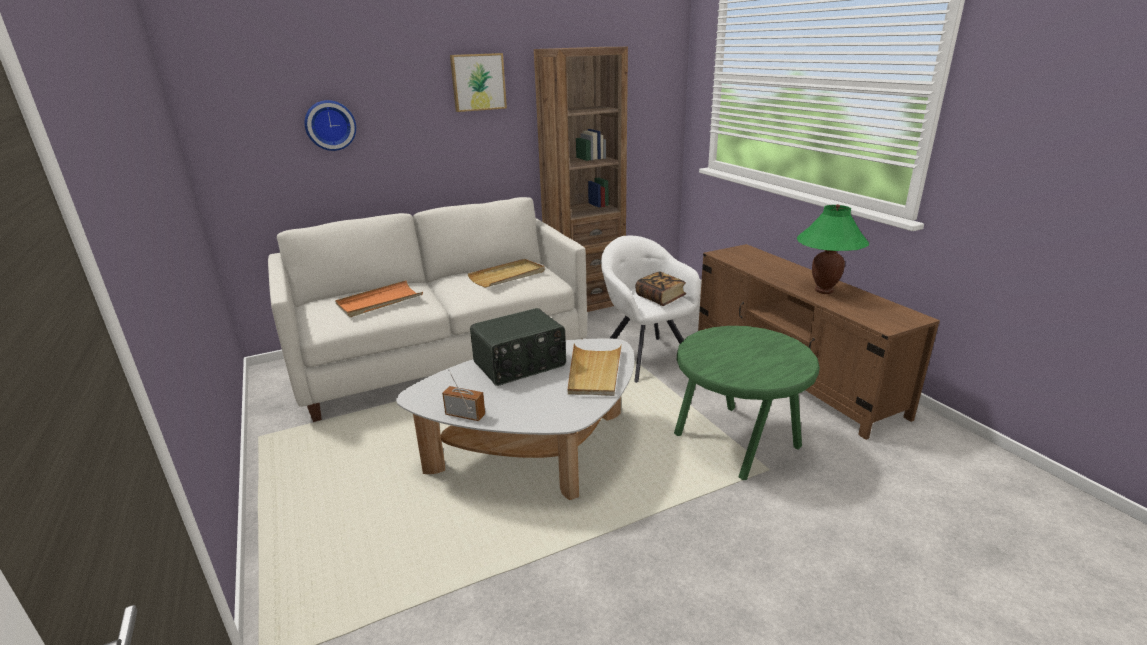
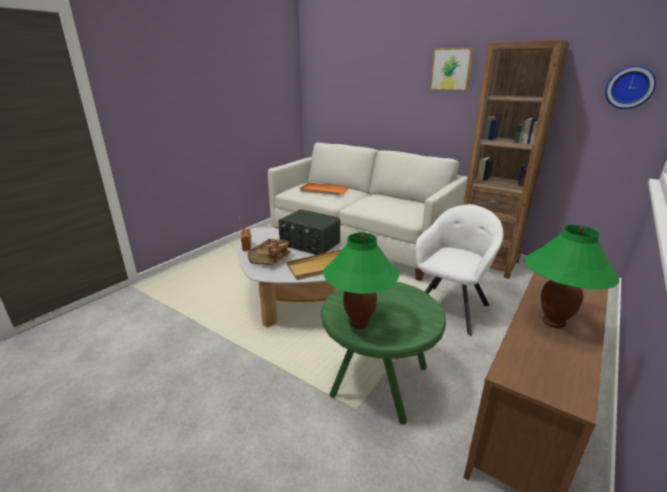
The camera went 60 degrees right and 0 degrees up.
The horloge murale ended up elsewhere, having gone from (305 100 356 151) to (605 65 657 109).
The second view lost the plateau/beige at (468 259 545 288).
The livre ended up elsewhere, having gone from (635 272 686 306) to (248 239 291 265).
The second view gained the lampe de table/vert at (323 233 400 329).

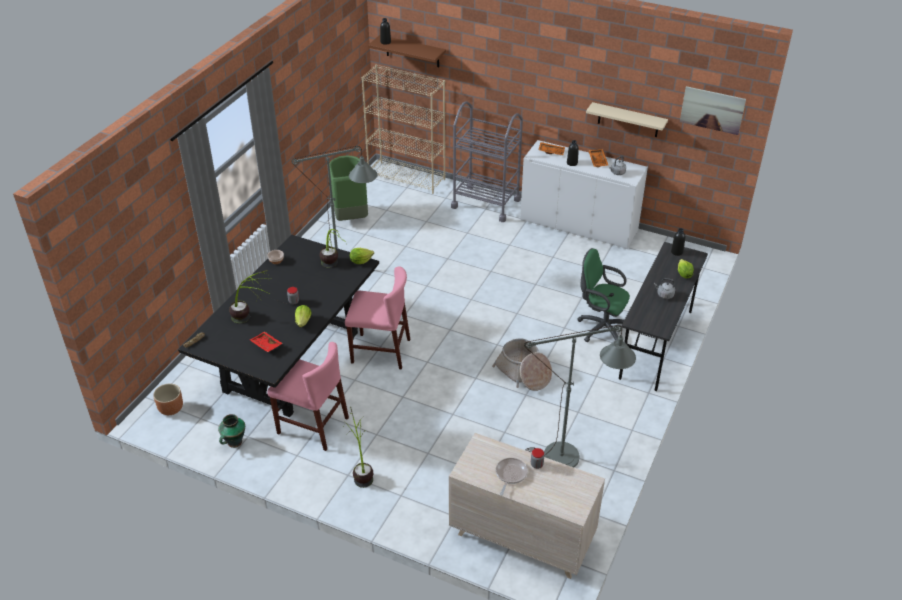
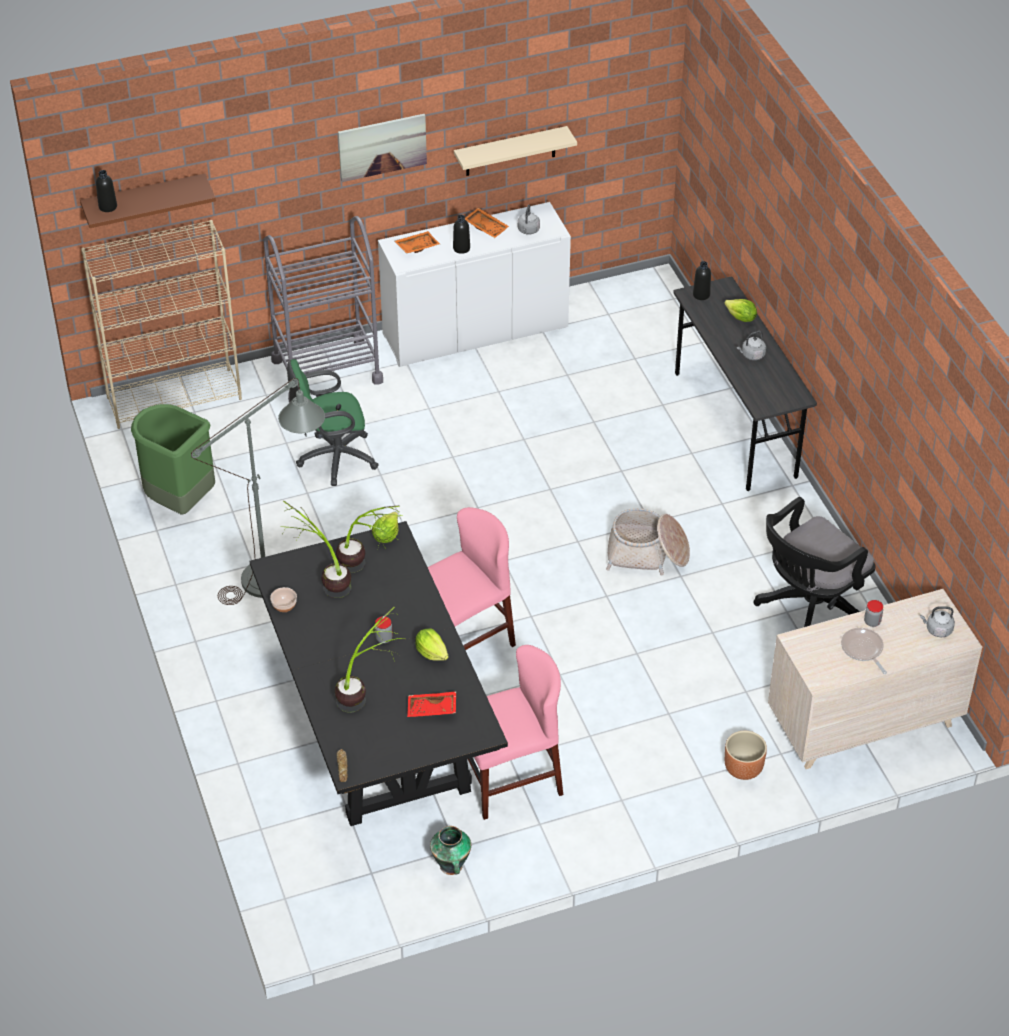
The camera went 45 degrees left and 5 degrees up.
The cache-pot/marron ended up elsewhere, having gone from (153 383 183 415) to (725 731 767 780).
The plante en pot ended up elsewhere, having gone from (343 406 373 488) to (280 501 351 598).
Where the lampadaire/gris stood at (524 325 636 467), the chaise de bureau/noir came to stand at (753 497 876 627).
The chaise de bureau/vert ended up elsewhere, having gone from (577 248 630 342) to (287 359 379 486).
The tableau ended up elsewhere, having gone from (680 86 746 135) to (338 114 427 182).
The second view gained the bouilloire/gris at (920 606 955 637).

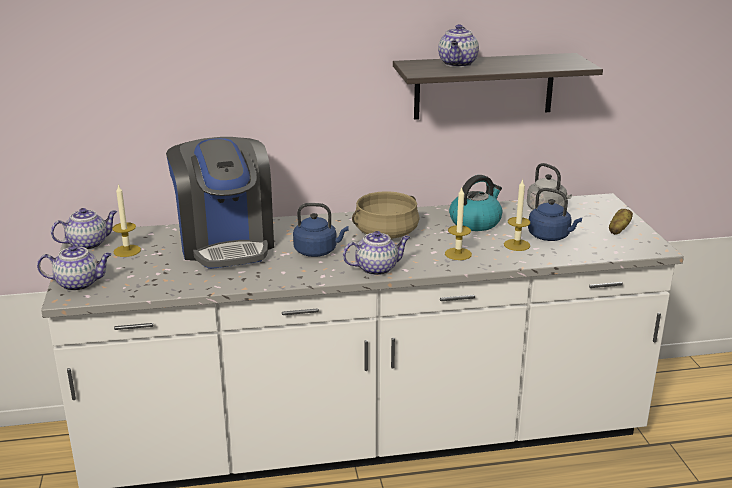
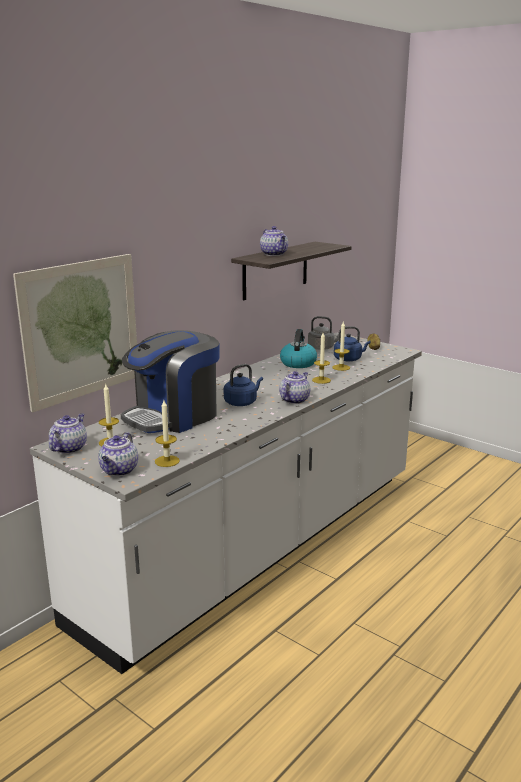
The camera went 40 degrees left and 5 degrees down.
The théière at (37 245 112 291) ended up facing another way, 150 degrees clockwise from before.
The machine à café at (166 137 274 269) ended up facing another way, 105 degrees clockwise from before.
The second view lost the marmite/beige at (352 191 420 239).
The second view gained the tableau at (13 254 137 412).
The second view gained the bougie at (155 400 180 467).

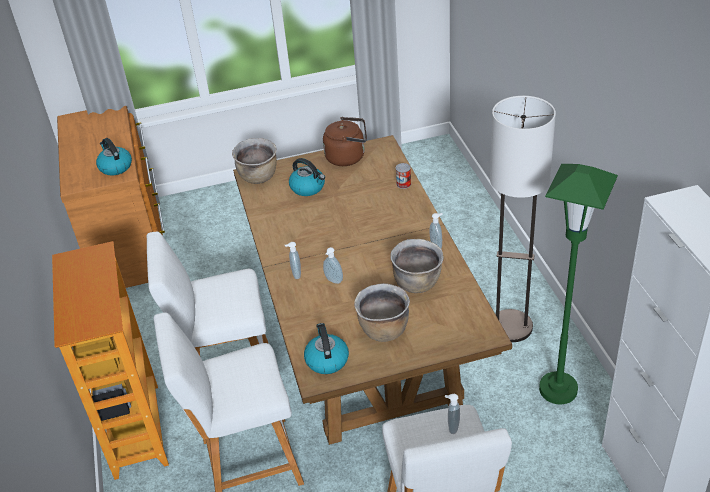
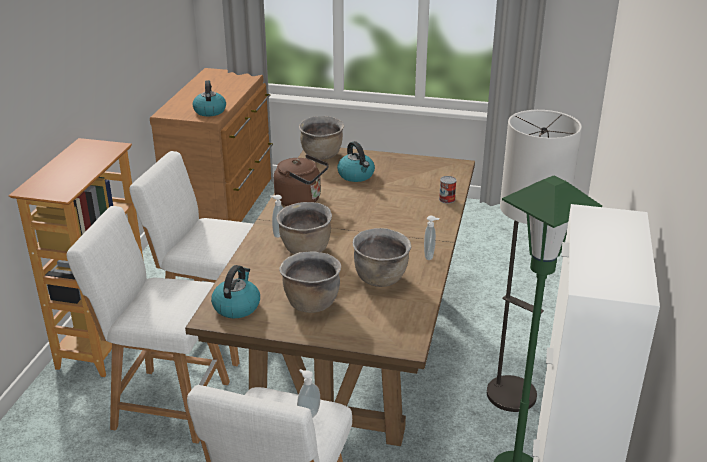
The camera went 25 degrees right and 10 degrees down.
The bouilloire/marron ended up elsewhere, having gone from (323 117 367 166) to (274 154 329 206).
Where the distributeur de savon stood at (323 247 343 284), the marmite/marron came to stand at (276 202 332 254).

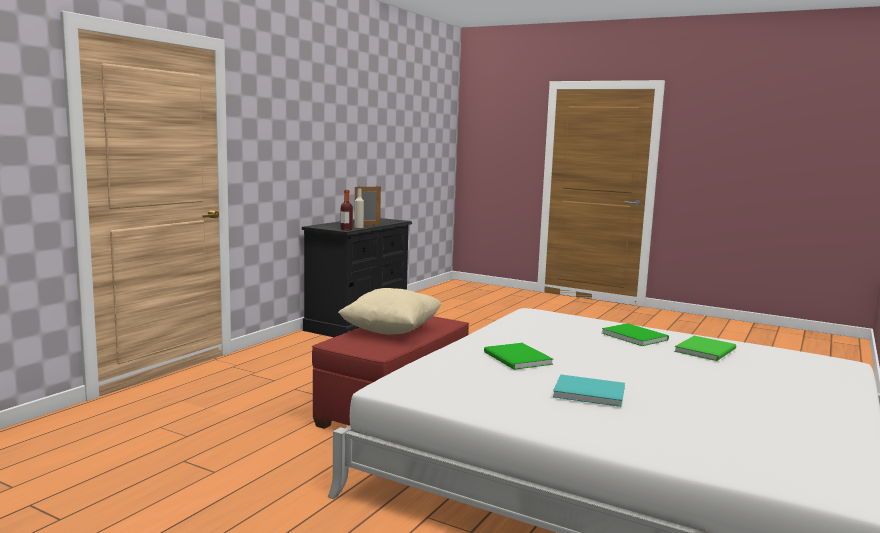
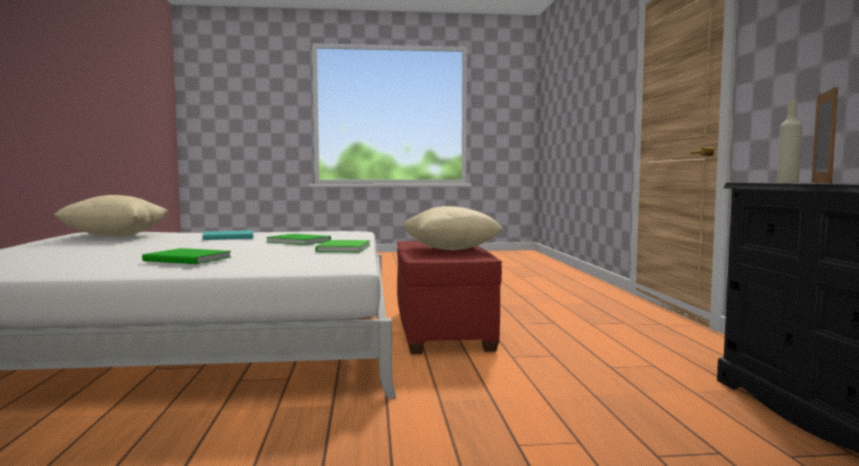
The camera went 145 degrees right and 5 degrees down.
The second view lost the bouteille at (340 190 353 230).
The livre/vert ended up elsewhere, having gone from (674 336 736 361) to (315 240 370 252).
The second view gained the coussin/beige at (54 195 168 237).

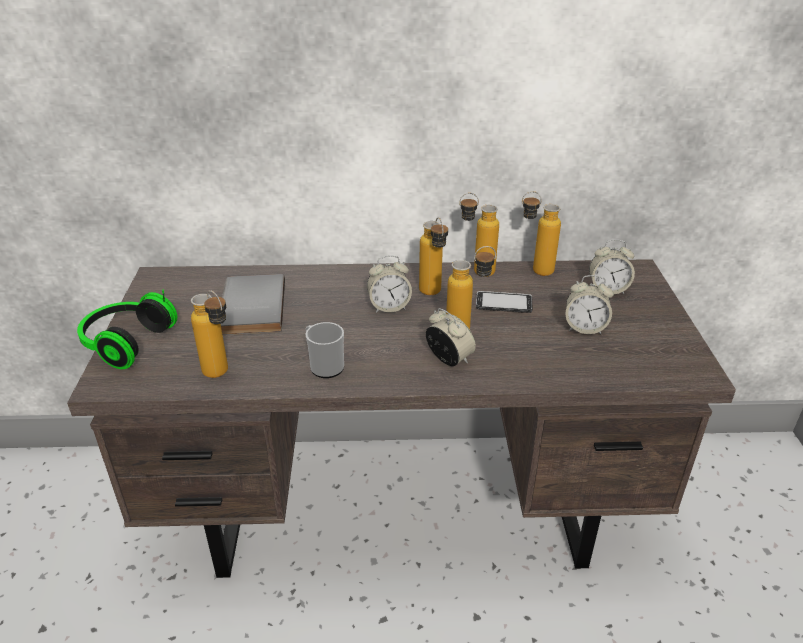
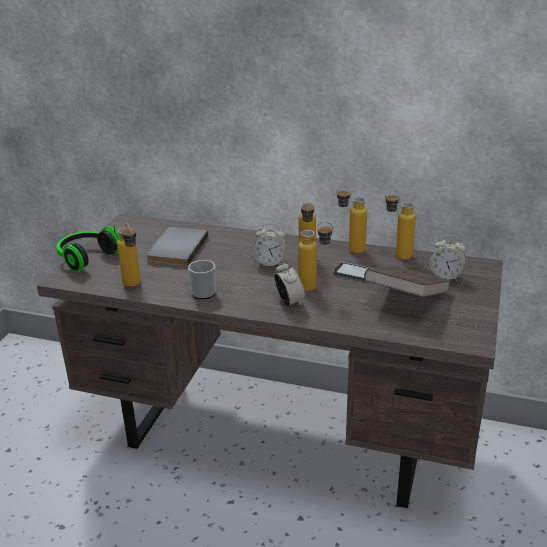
The camera went 20 degrees right and 5 degrees down.
Where the réveil stood at (566 275 614 335), the livre/marron came to stand at (364 266 451 297).

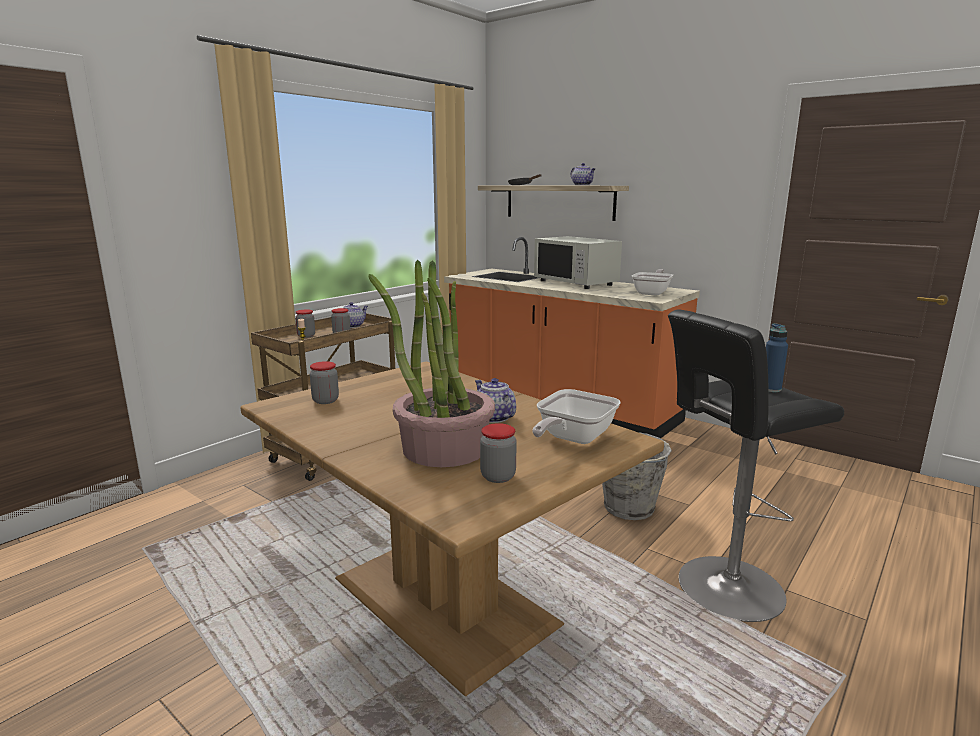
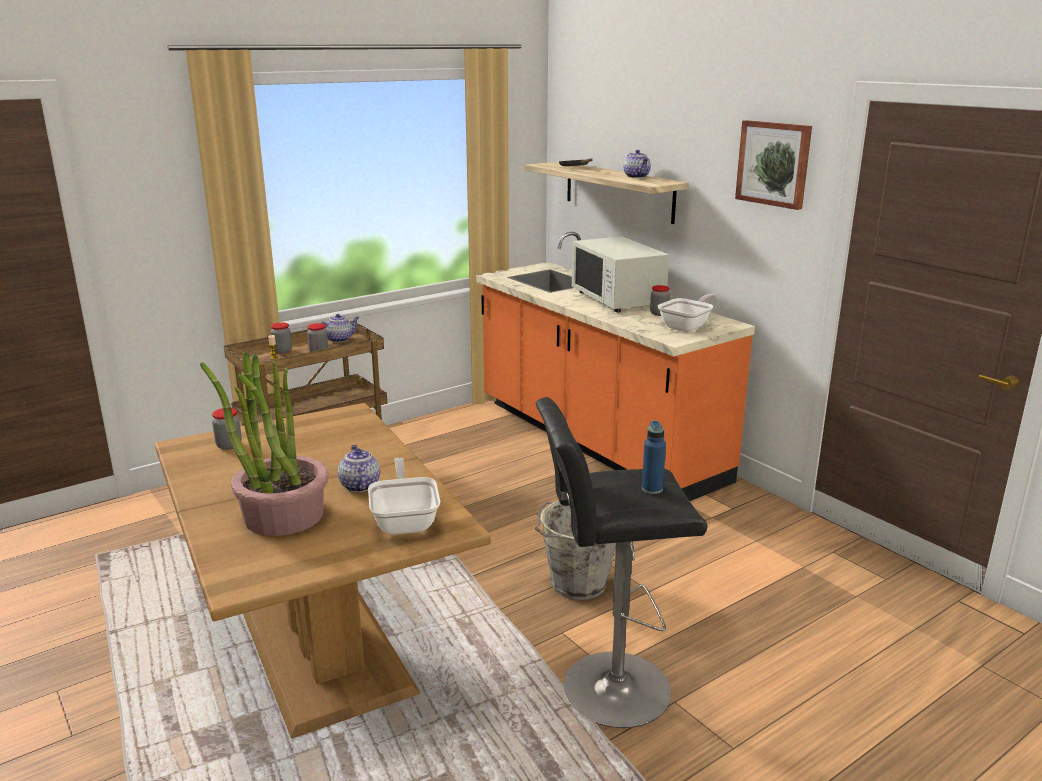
The camera went 15 degrees right and 5 degrees up.
The bocal ended up elsewhere, having gone from (480 423 517 483) to (650 285 670 316).
The poêle at (532 389 621 444) ended up facing another way, 120 degrees clockwise from before.
The second view gained the tableau at (735 120 812 210).

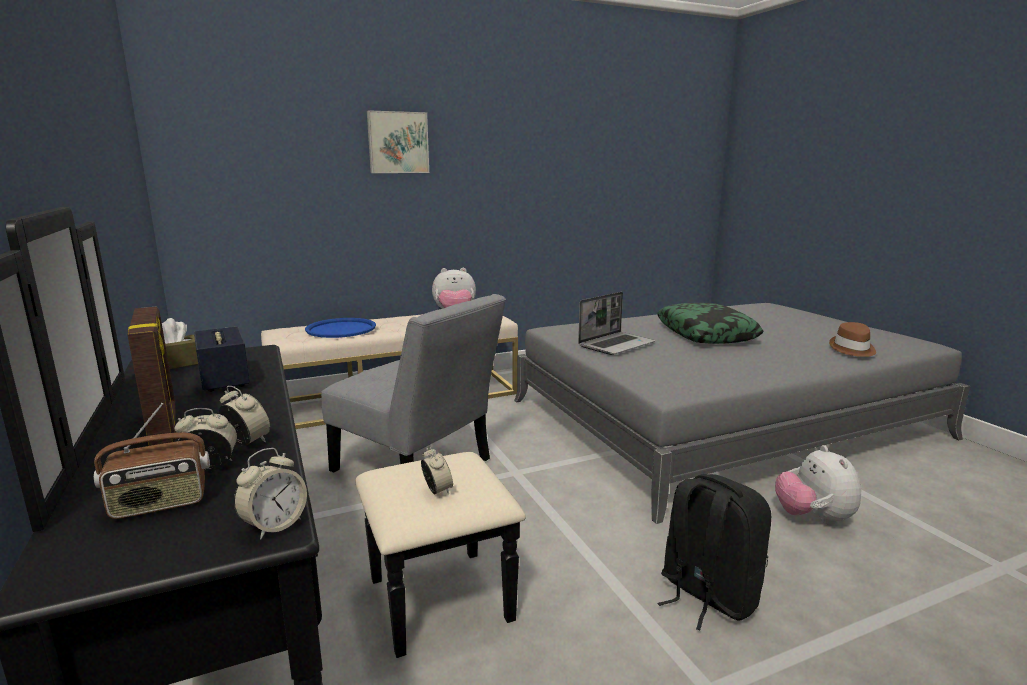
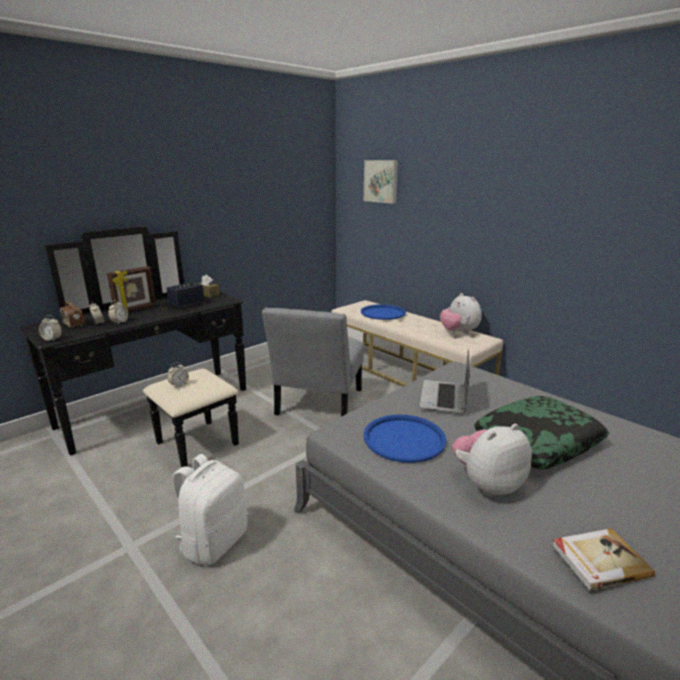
The camera went 70 degrees right and 5 degrees up.
The tableau ended up elsewhere, having gone from (367 110 429 173) to (364 160 398 204).
The ordinateur portable at (578 292 655 355) ended up facing another way, 75 degrees clockwise from before.
What was the sac à dos/noir at (657 474 771 630) turned into the sac à dos/blanc at (172 454 247 565).
The peluche ended up elsewhere, having gone from (775 445 861 525) to (452 424 532 496).
Where the chapeau/marron stood at (829 322 876 357), the livre came to stand at (552 528 655 591).
The second view gained the plateau/bleu at (363 414 446 463).

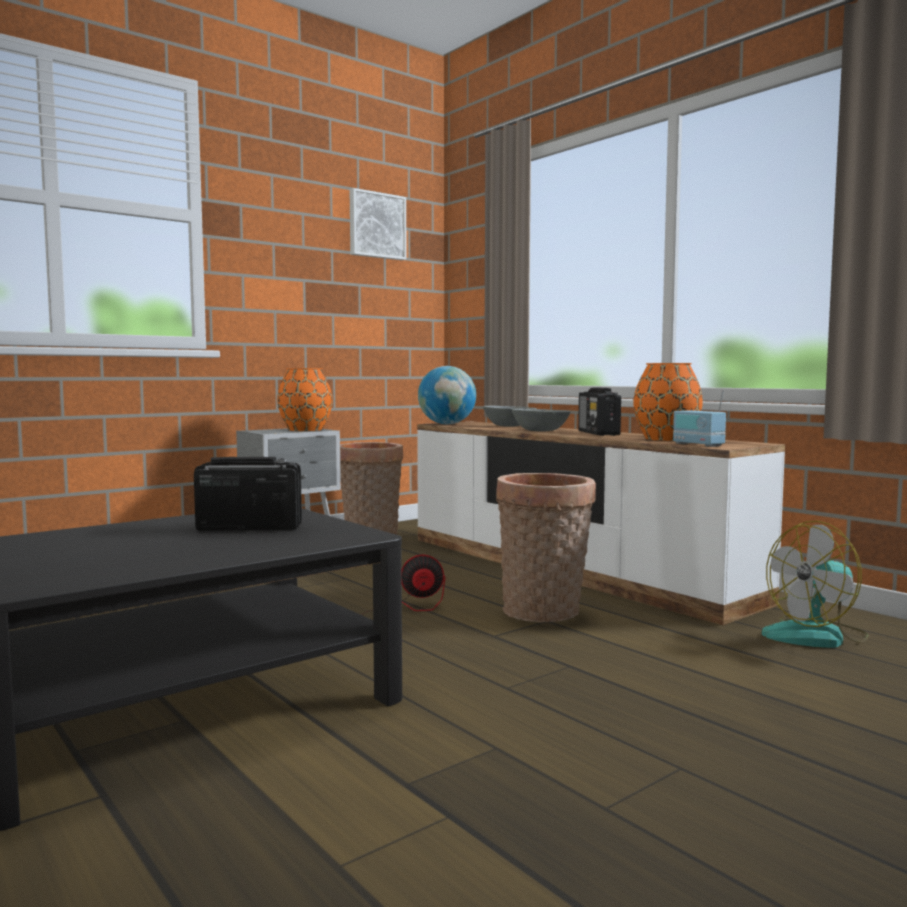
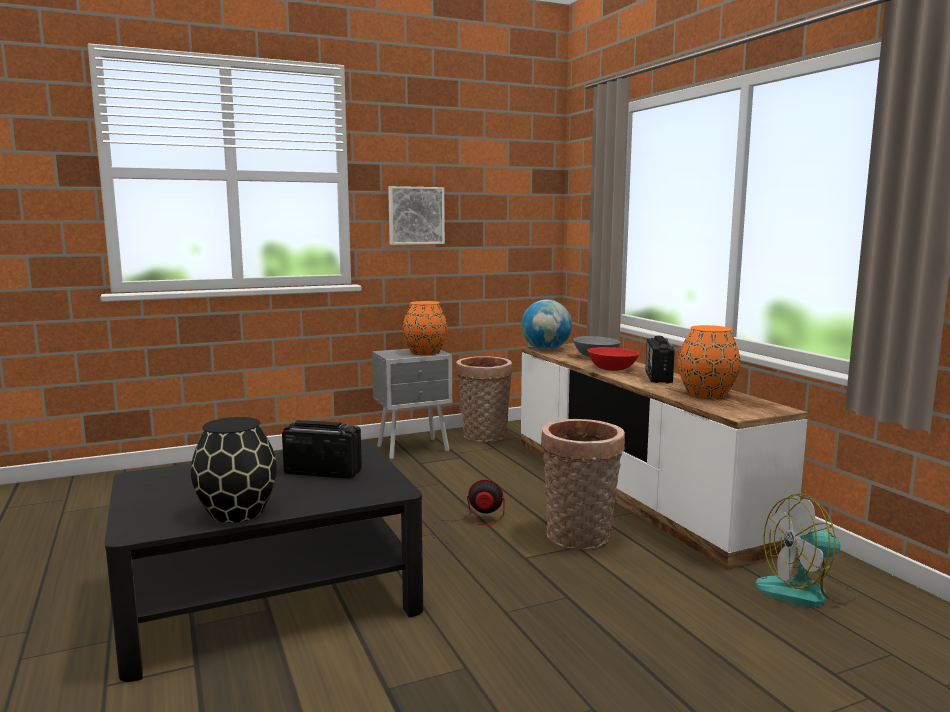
The camera went 15 degrees right and 5 degrees up.
The tableau ended up elsewhere, having gone from (350 188 407 260) to (388 186 445 245).
What was the bol/gris at (512 409 571 432) turned into the bol/rouge at (587 347 639 371).
The second view lost the radio at (673 390 726 447).
The second view gained the vase/noir at (191 417 277 523).

